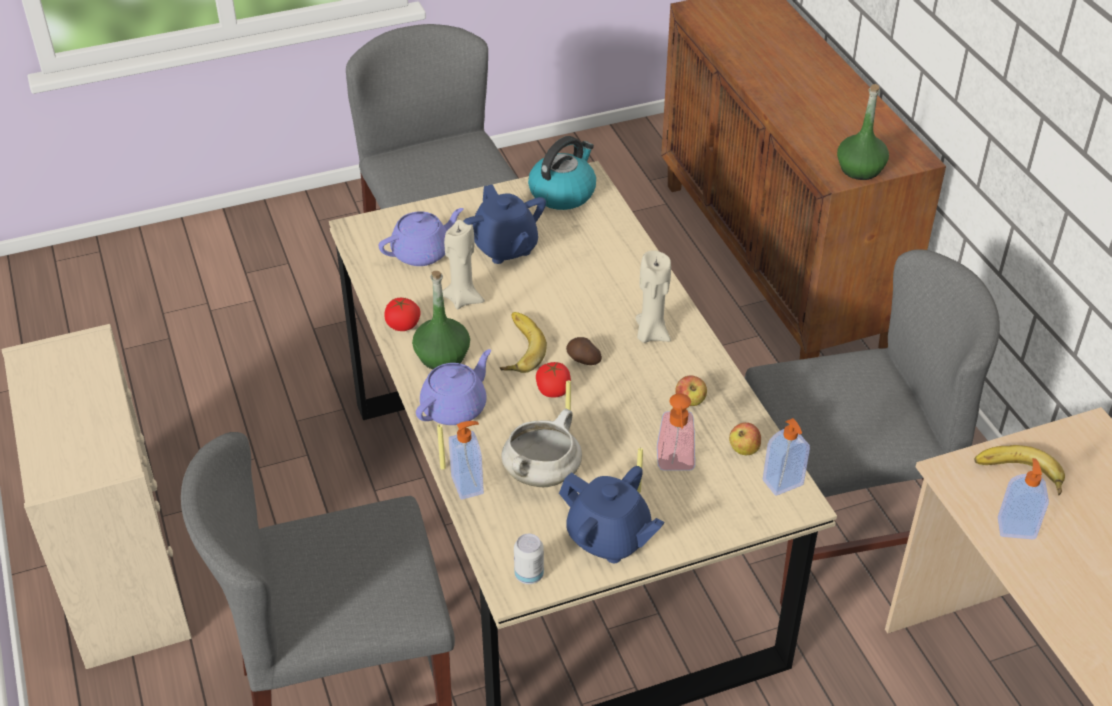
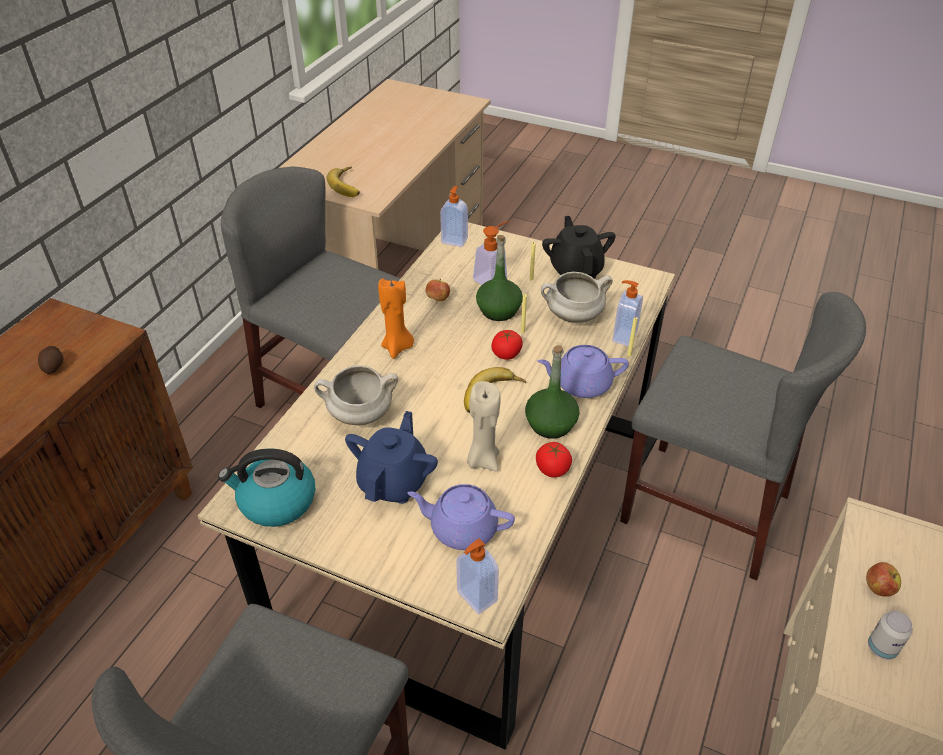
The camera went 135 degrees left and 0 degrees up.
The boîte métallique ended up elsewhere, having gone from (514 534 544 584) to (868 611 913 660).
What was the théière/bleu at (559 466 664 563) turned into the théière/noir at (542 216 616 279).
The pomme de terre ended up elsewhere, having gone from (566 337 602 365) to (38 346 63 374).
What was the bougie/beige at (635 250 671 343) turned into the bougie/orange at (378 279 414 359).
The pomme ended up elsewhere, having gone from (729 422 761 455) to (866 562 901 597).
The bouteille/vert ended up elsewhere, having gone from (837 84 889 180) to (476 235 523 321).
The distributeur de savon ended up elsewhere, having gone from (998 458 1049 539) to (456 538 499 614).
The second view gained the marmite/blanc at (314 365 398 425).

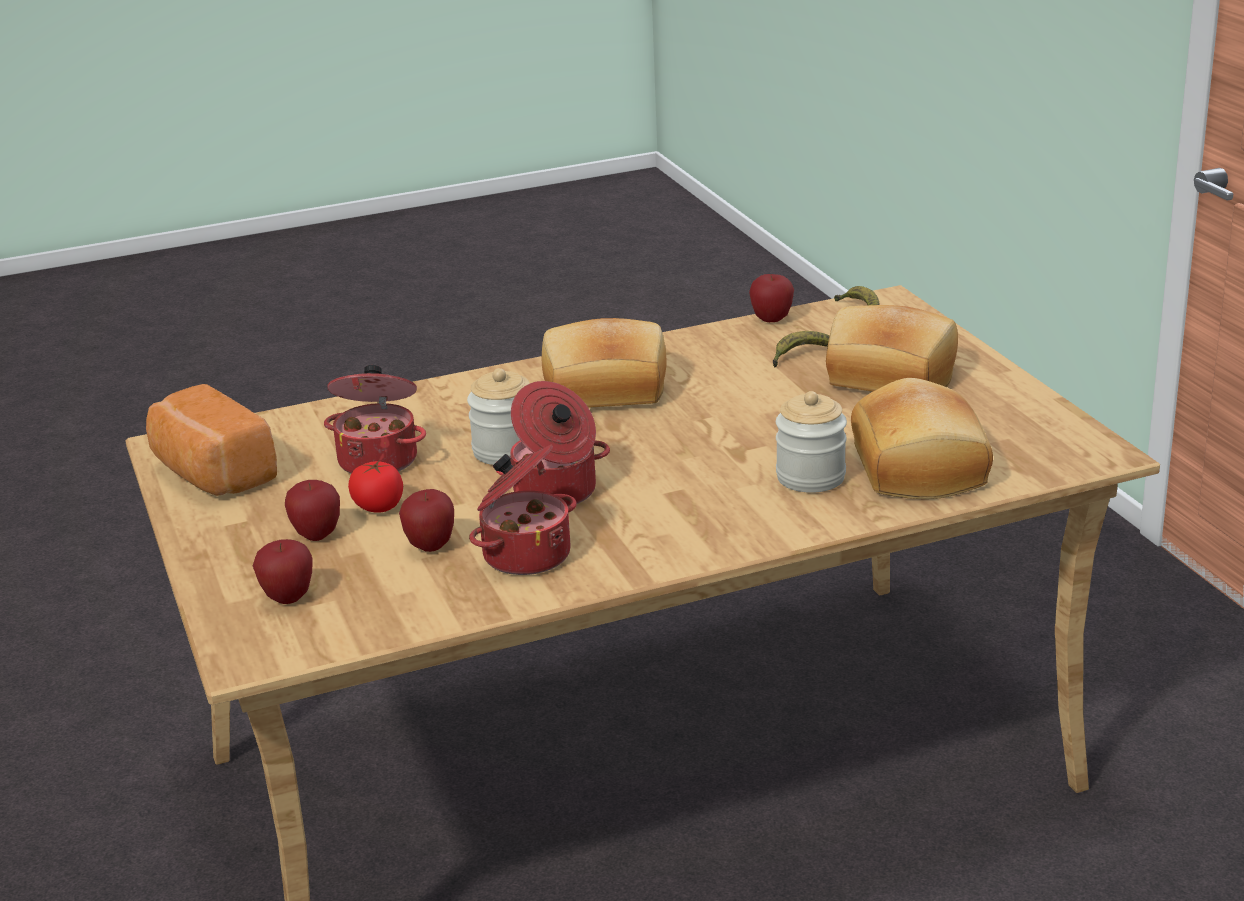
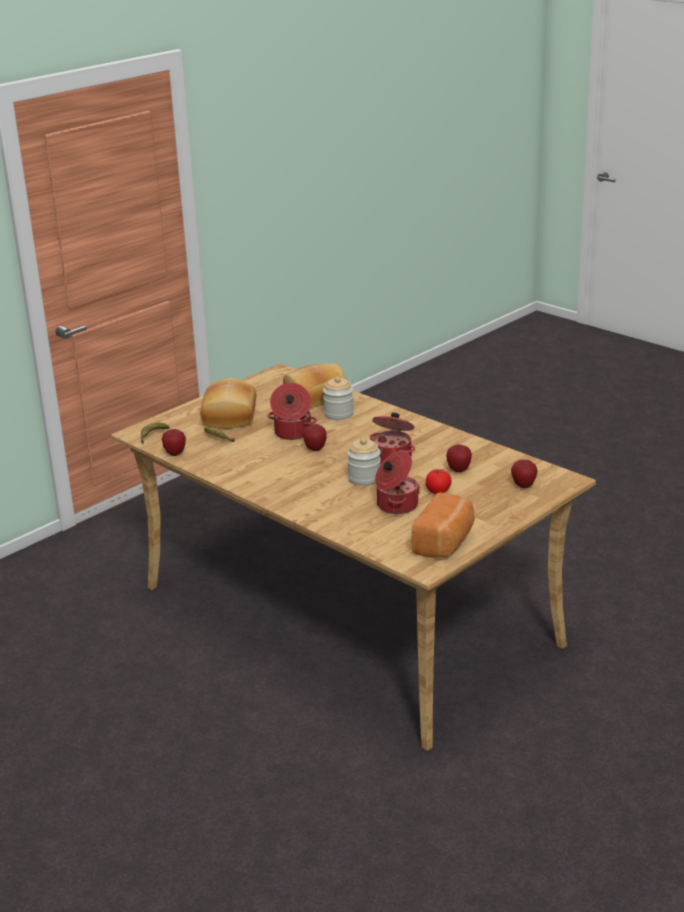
The camera went 115 degrees left and 0 degrees up.
The pomme ended up elsewhere, having gone from (285 480 340 541) to (303 424 327 451).
The marmite ended up elsewhere, having gone from (469 445 577 575) to (268 383 317 440).
The second view lost the pain at (542 318 666 408).

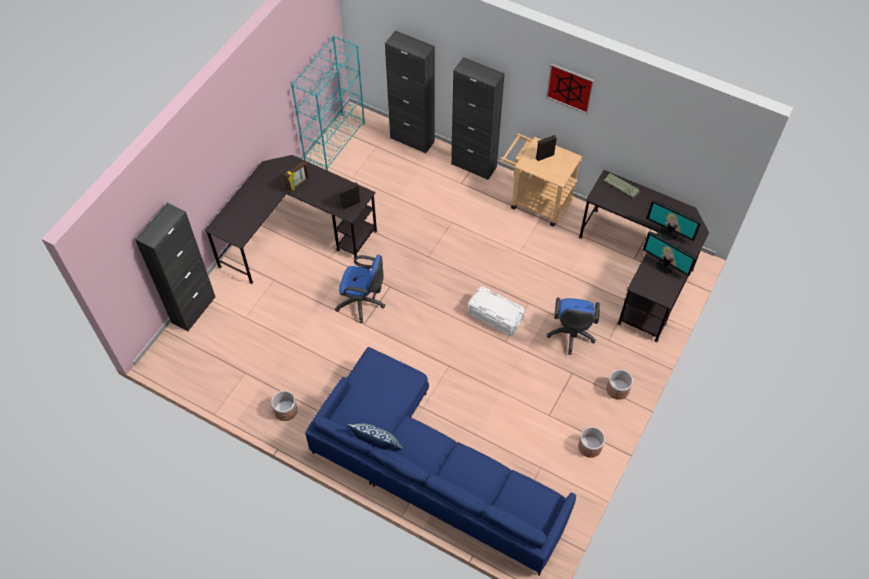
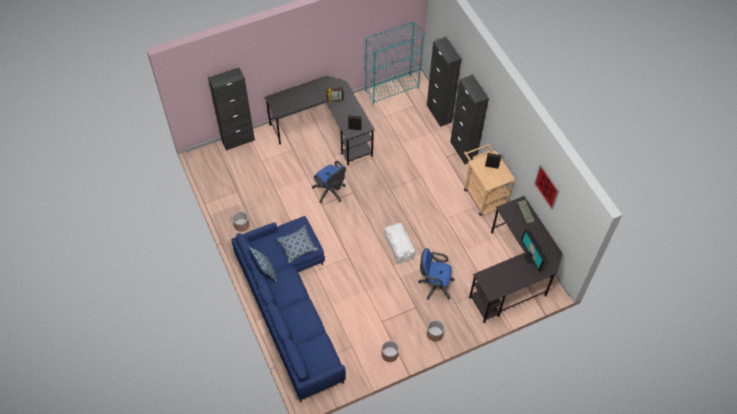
The camera went 35 degrees right and 0 degrees up.
The tableau ended up elsewhere, having gone from (546 63 594 114) to (534 164 559 210).
The chaise de bureau/bleu at (546 298 600 355) ended up facing another way, 60 degrees clockwise from before.
The second view lost the écran d'ordinateur at (643 231 697 276).
The second view gained the coussin at (275 225 319 263).

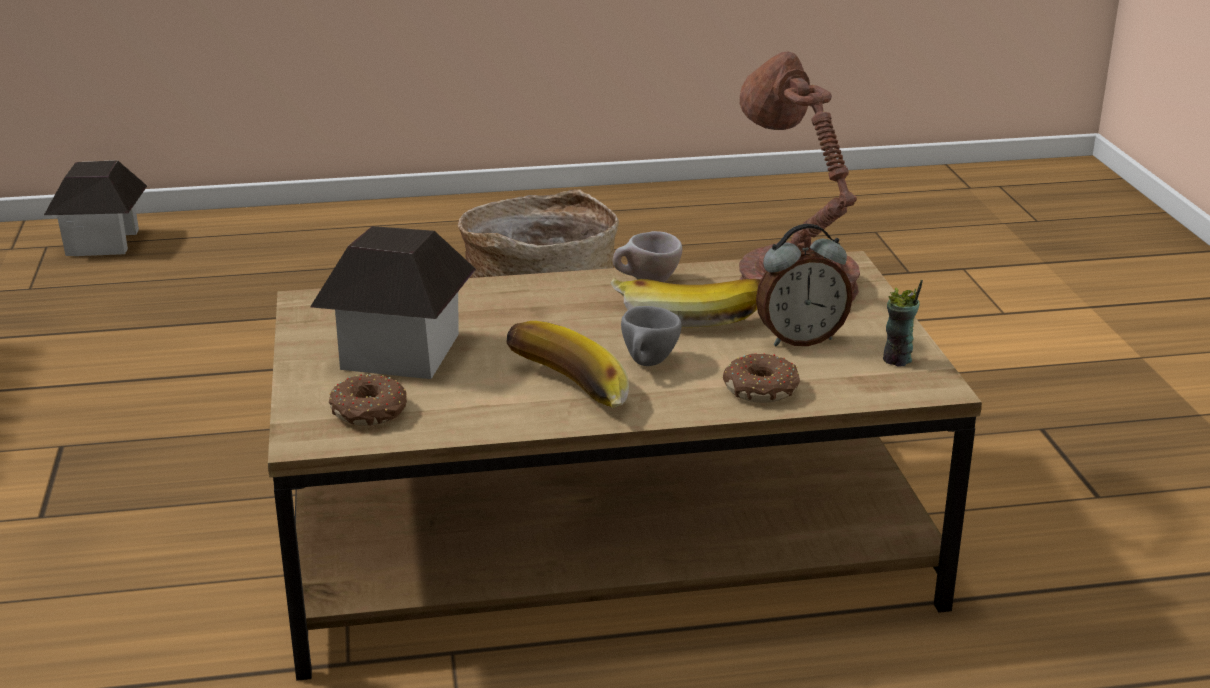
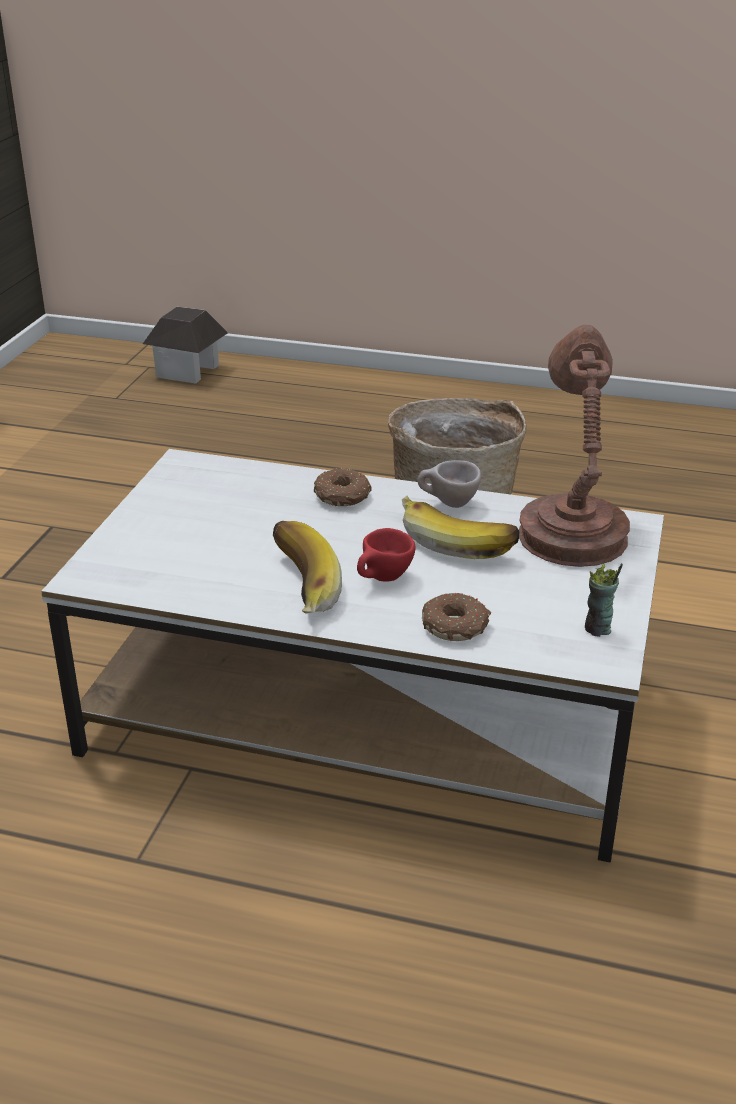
The camera went 25 degrees right and 5 degrees up.
What was the table basse/marron at (268 251 982 681) turned into the table basse/blanc at (41 449 664 863).
The second view lost the maison miniature at (310 226 476 379).
The beignet ended up elsewhere, having gone from (329 374 407 426) to (314 468 372 506).
What was the tasse/gris at (621 306 682 366) turned into the tasse/rouge at (357 528 416 582).
The second view lost the réveil at (756 224 853 346).

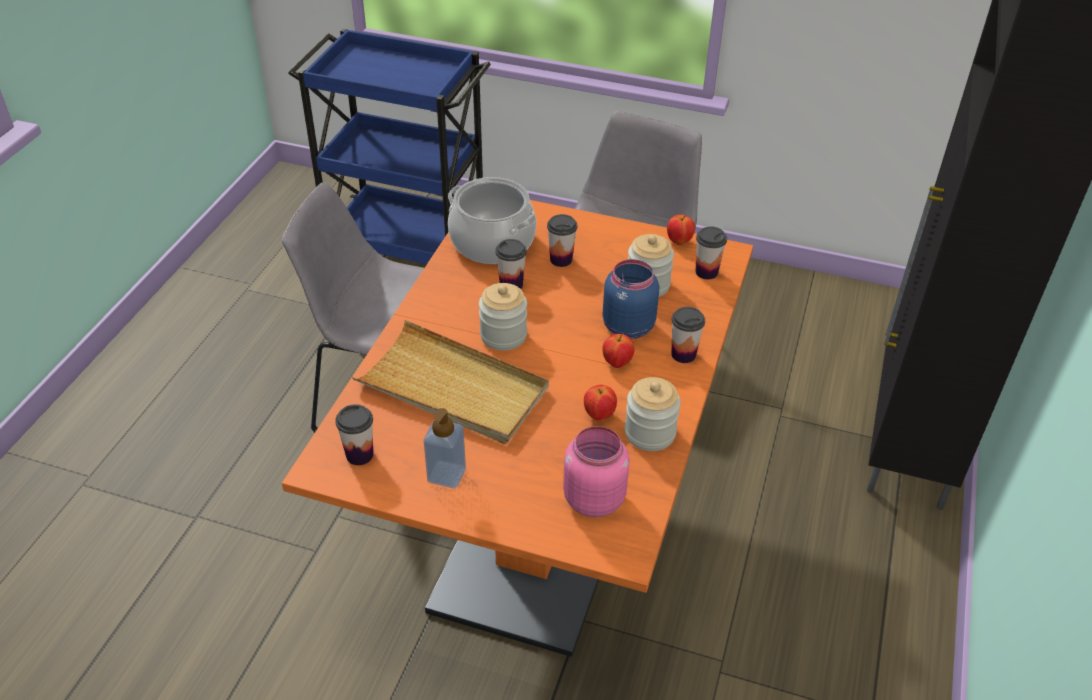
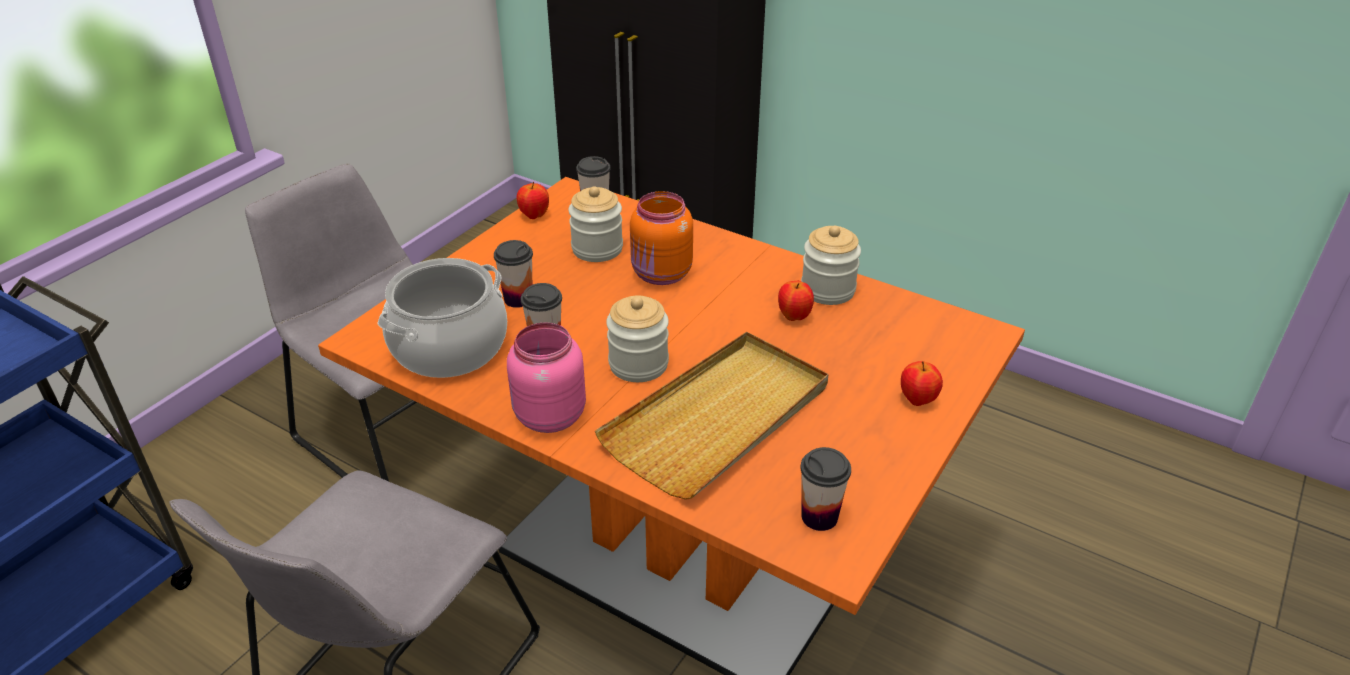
The camera went 75 degrees left and 5 degrees down.
The second view lost the distributeur de savon at (424 408 466 488).
The bocal/rose ended up elsewhere, having gone from (563 426 630 517) to (507 322 586 433).
What was the bocal/bleu at (602 259 659 339) turned into the bocal/orange at (630 191 693 285).
The pomme ended up elsewhere, having gone from (603 334 634 368) to (901 361 943 406).
The second view lost the tasse at (671 307 705 363).

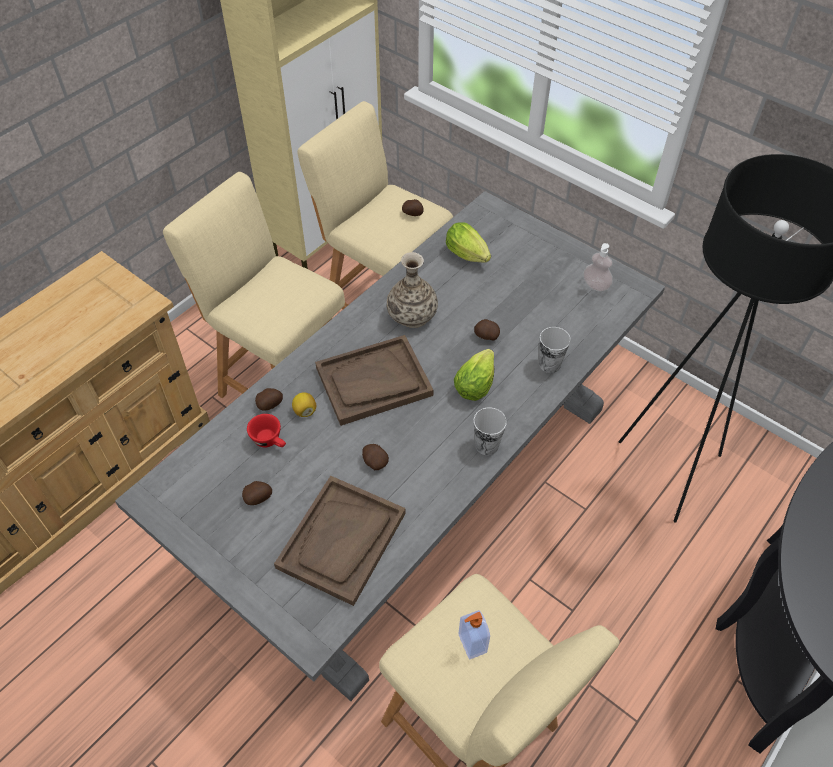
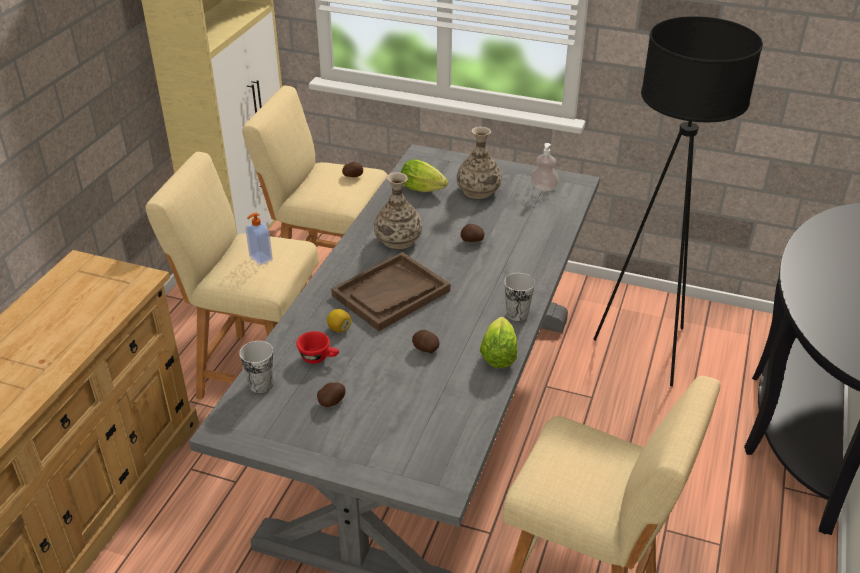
The camera went 20 degrees left and 15 degrees down.
The second view lost the pomme de terre at (255 388 283 411).
The second view lost the plateau/marron at (274 476 406 606).
The laitue ended up elsewhere, having gone from (454 349 494 401) to (480 317 517 368).
The distributeur de savon ended up elsewhere, having gone from (458 610 490 659) to (246 213 273 265).
The tasse ended up elsewhere, having gone from (539 327 571 373) to (239 341 273 393).
The second view gained the vase at (457 127 502 199).

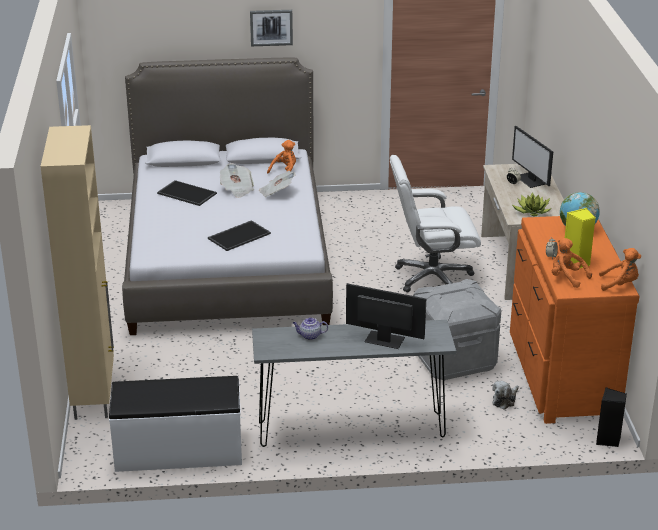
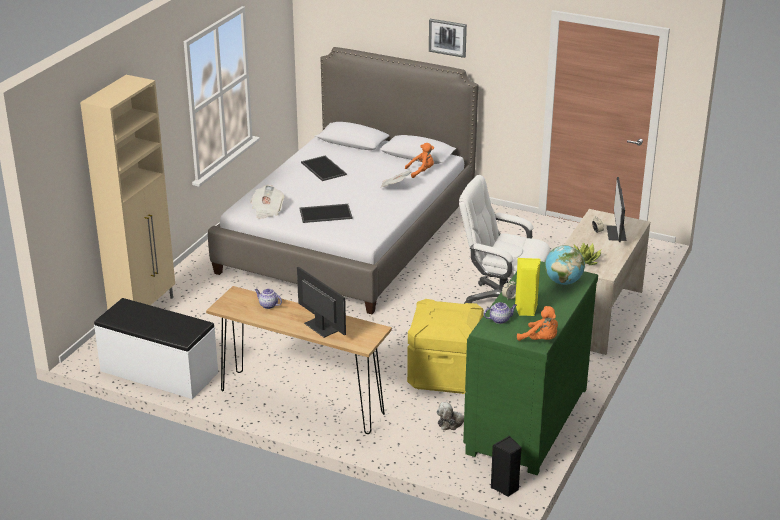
The camera went 30 degrees right and 0 degrees up.
The journal ended up elsewhere, having gone from (220 163 254 198) to (251 185 285 219).
What was the table console/gris at (252 320 456 447) turned into the table console/marron at (206 286 392 434).
What was the boîte de rangement/gris at (413 279 501 381) turned into the boîte de rangement/jaune at (407 299 484 394).
What was the commode/orange at (510 216 639 424) turned into the commode/vert at (463 261 598 475).
Where the peluche/orange stood at (552 238 592 288), the théière came to stand at (484 302 517 324).

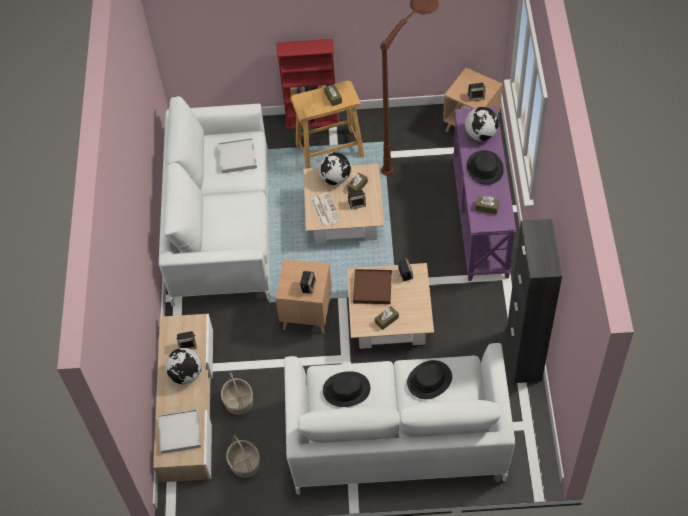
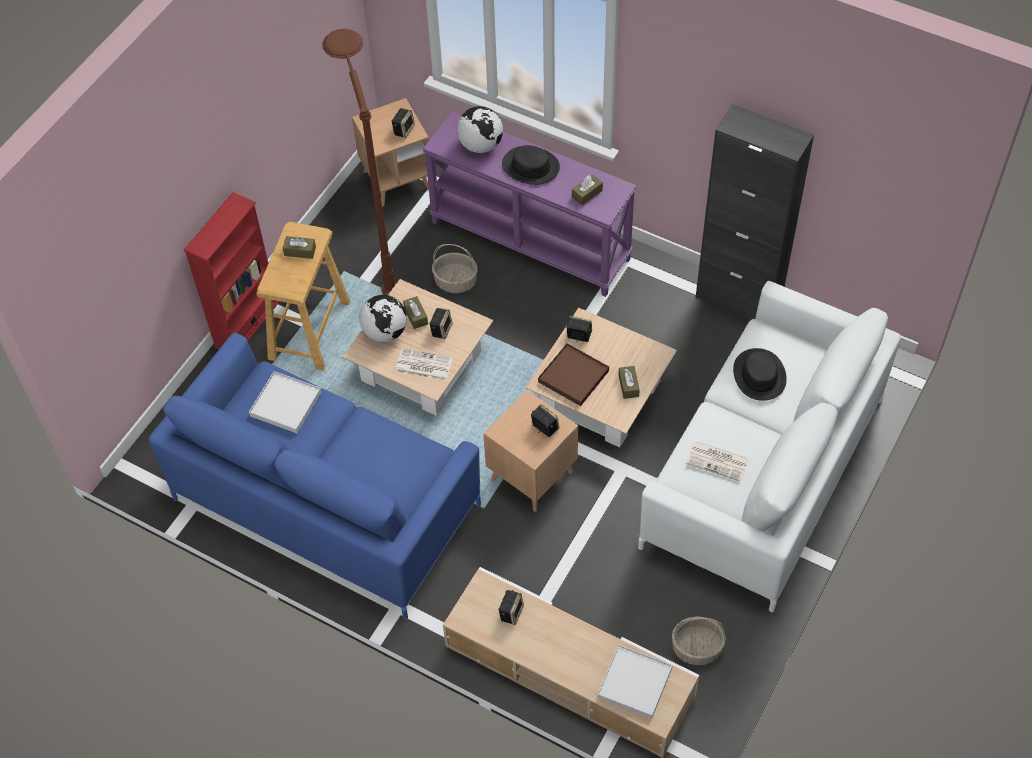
The camera went 60 degrees left and 0 degrees up.
What was the canapé/blanc at (159 96 271 306) turned into the canapé/bleu at (148 333 481 619).
The second view lost the globe at (165 348 202 384).
The panier ended up elsewhere, having gone from (221 372 253 415) to (432 244 478 293).
Where the chapeau/noir stood at (323 371 371 407), the journal came to stand at (686 441 749 481).

